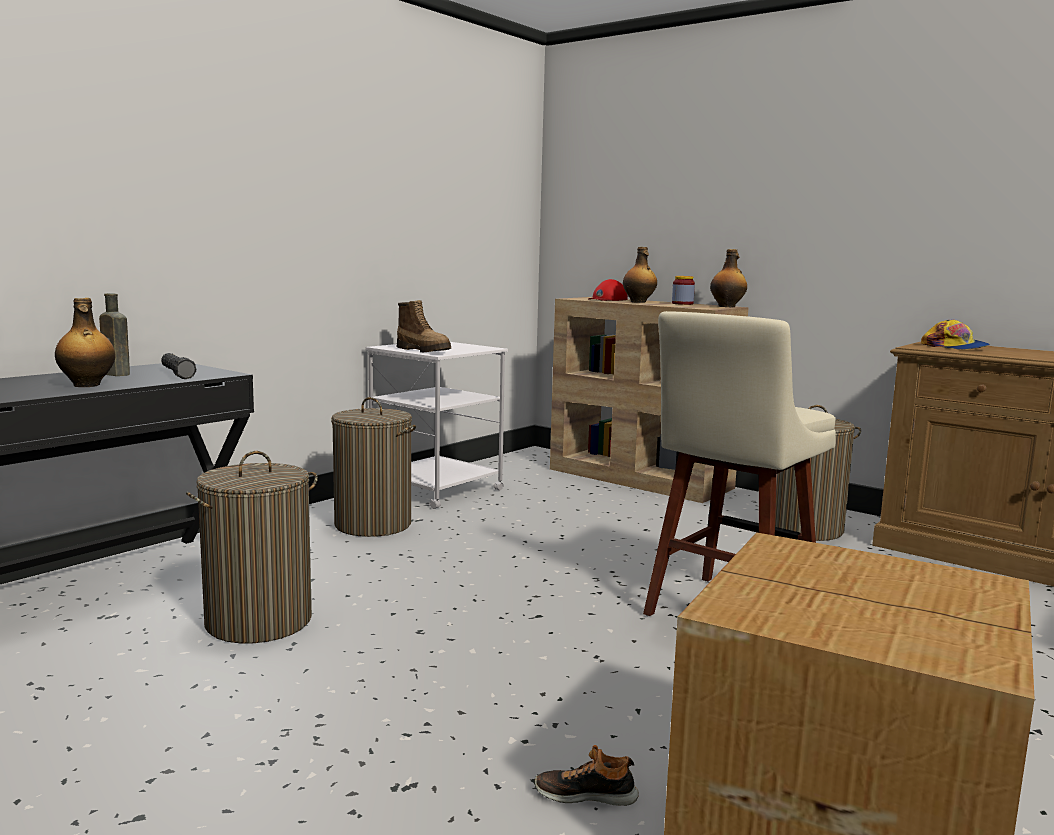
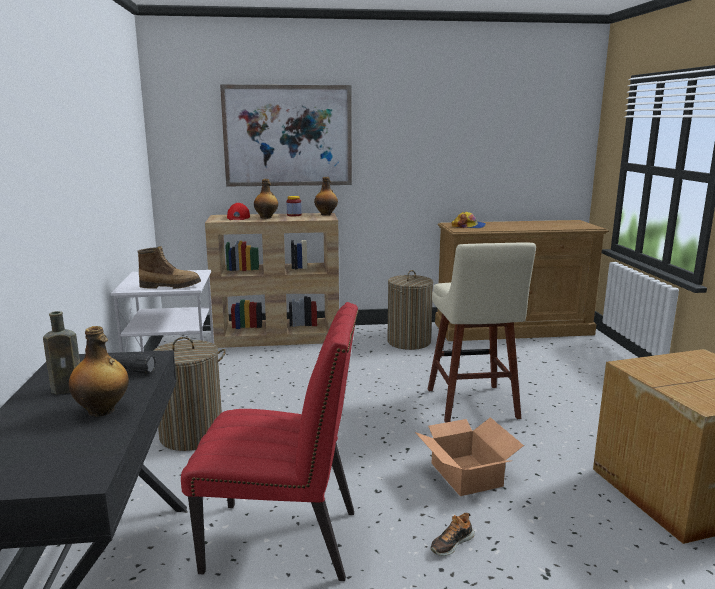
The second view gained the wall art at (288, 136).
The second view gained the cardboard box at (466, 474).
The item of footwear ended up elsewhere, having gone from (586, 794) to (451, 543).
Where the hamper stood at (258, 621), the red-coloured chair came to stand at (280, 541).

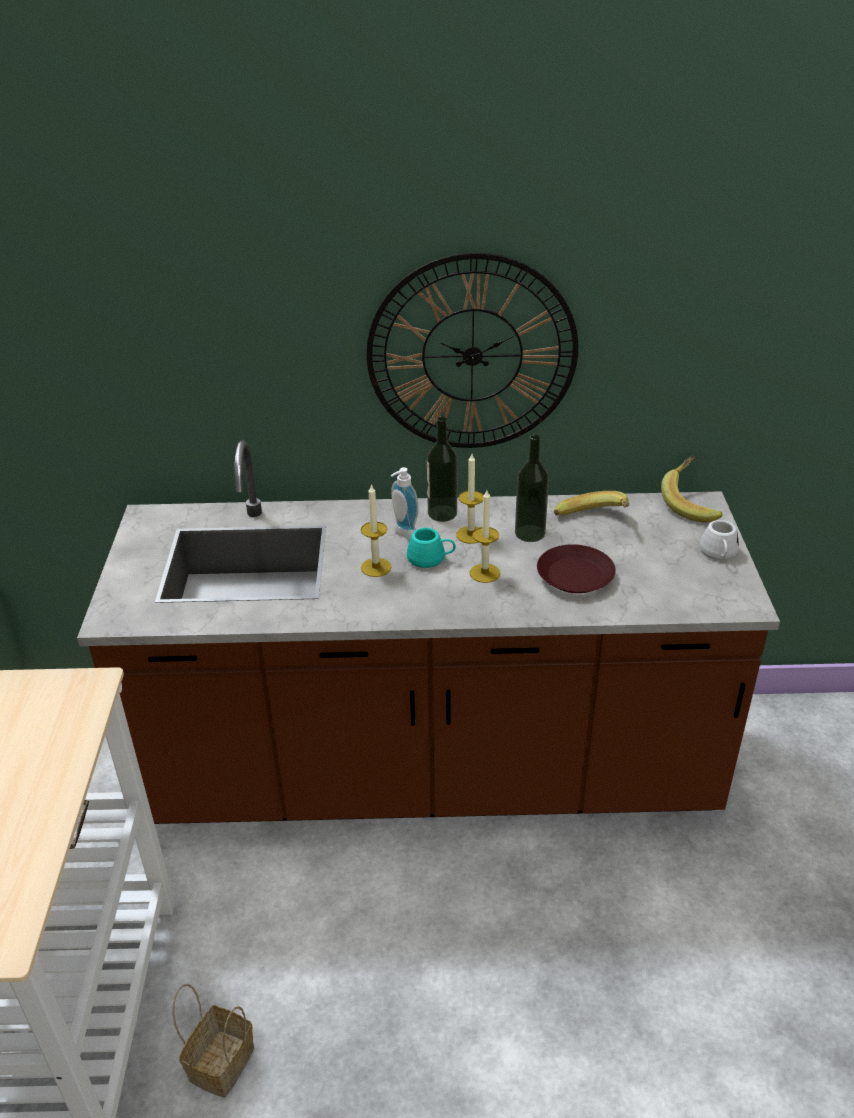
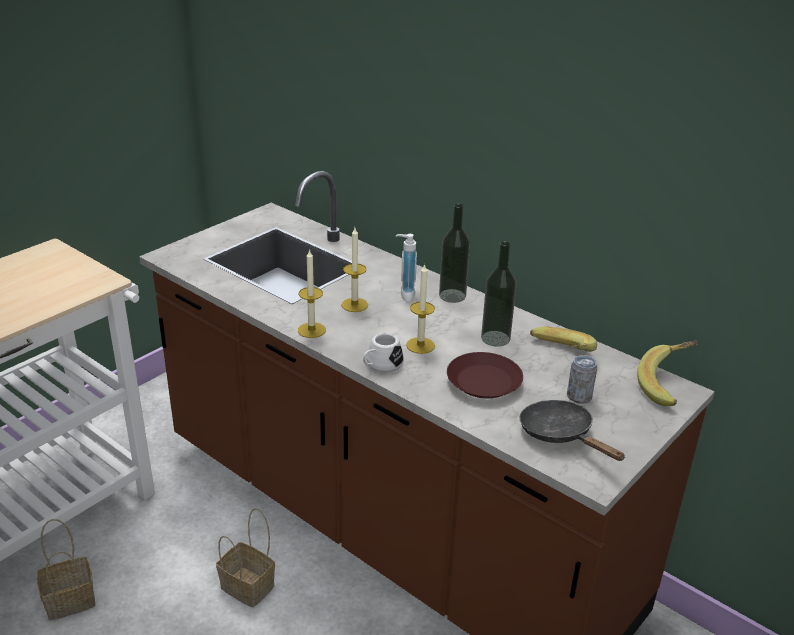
The second view lost the wall clock at (472, 355).
The second view lost the turquoise tea mug at (431, 558).
The second view gained the storage basket at (249, 587).
The second view gained the black pan at (560, 435).
The second view gained the metal can at (579, 397).
The wax candle ended up elsewhere, having gone from (470, 535) to (311, 330).
The whitish tea mug ended up elsewhere, having gone from (718, 553) to (381, 365).

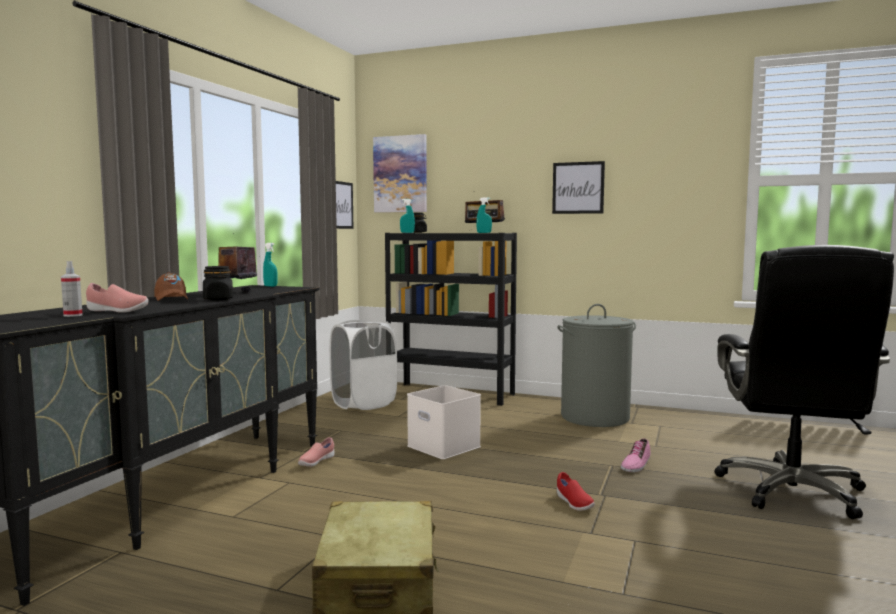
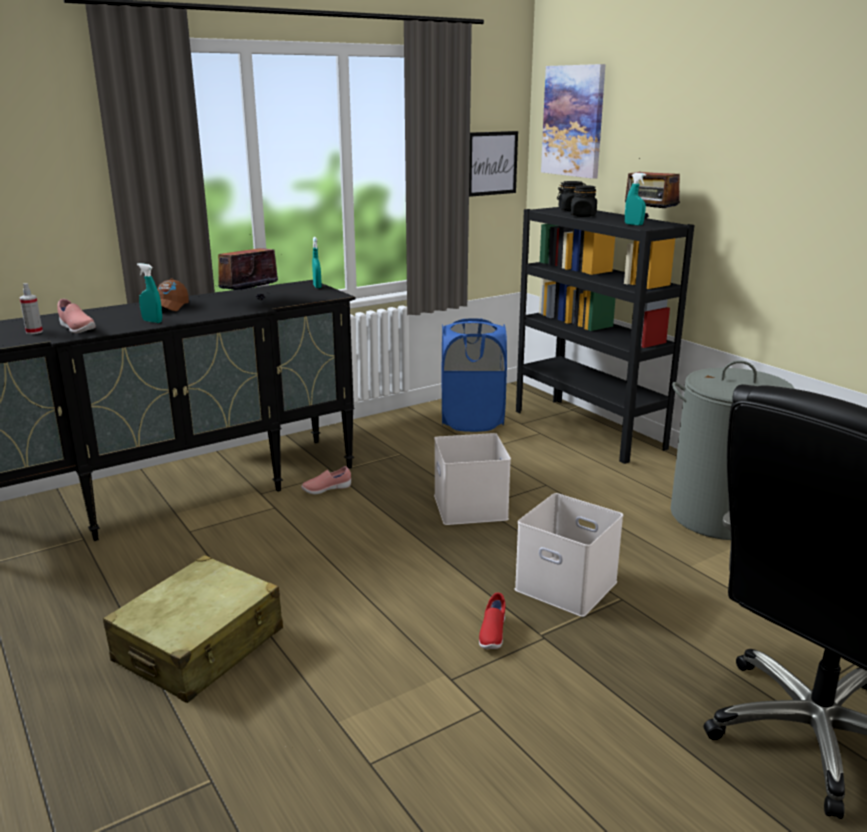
The second view lost the wall art at (578, 188).
The second view lost the item of footwear at (635, 464).
The second view gained the whitish storage box at (568, 585).
The black preserve jar ended up elsewhere, having gone from (218, 299) to (583, 215).
The turquoise hand sprayer ended up elsewhere, having gone from (407, 232) to (152, 321).
What was the whitish hamper at (363, 403) turned into the blue-coloured hamper at (472, 421).

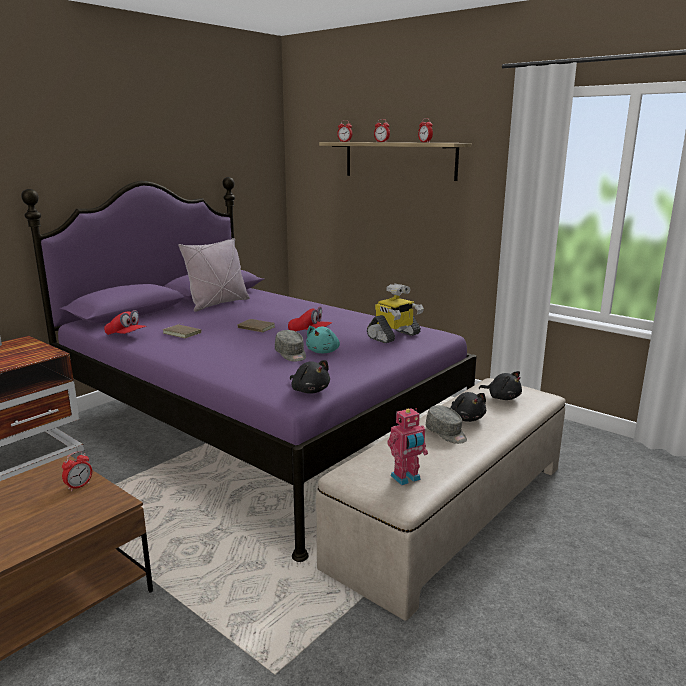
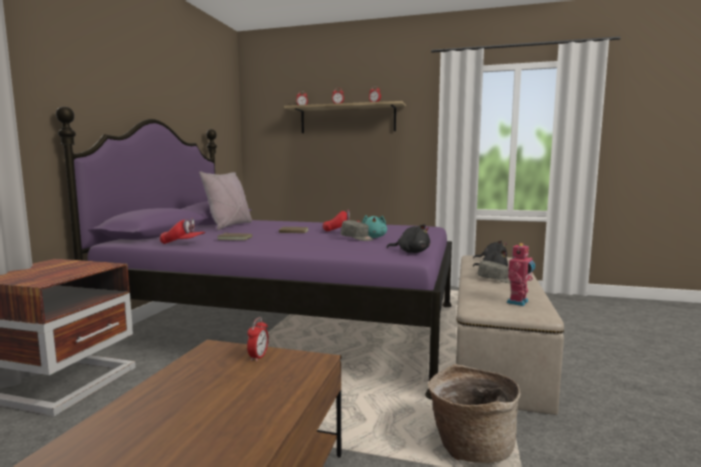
The second view lost the toy robot at (394, 336).
The second view gained the storage basket at (470, 445).

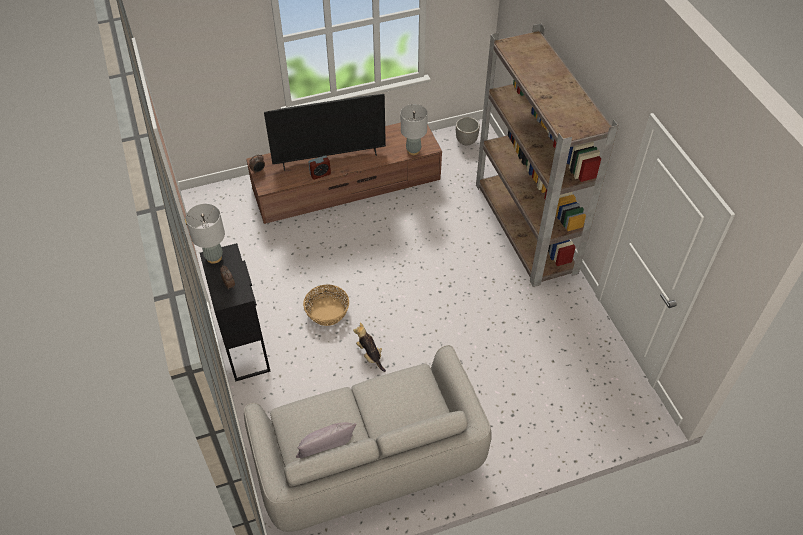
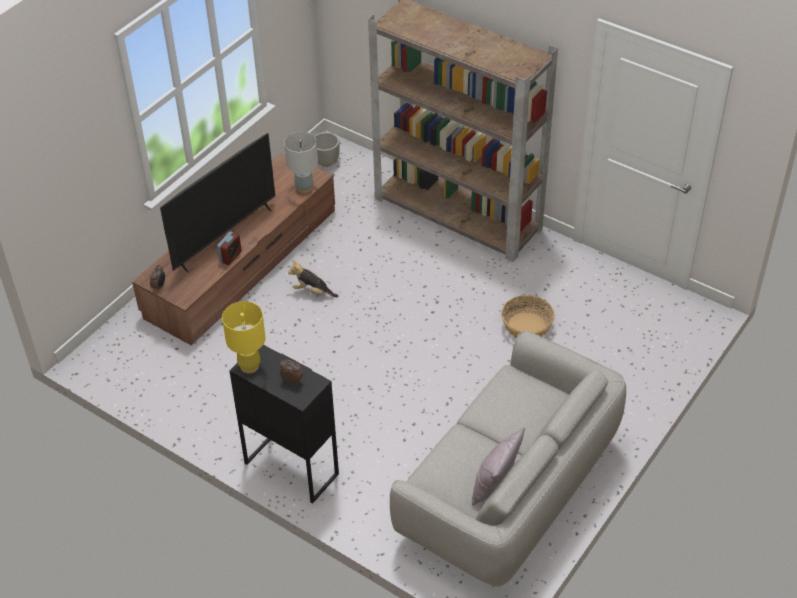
The storage basket ended up elsewhere, having gone from (327, 312) to (527, 326).
The cuddly toy ended up elsewhere, having gone from (370, 355) to (313, 292).
What was the grey table lamp at (214, 257) turned into the yellowish table lamp at (249, 366).

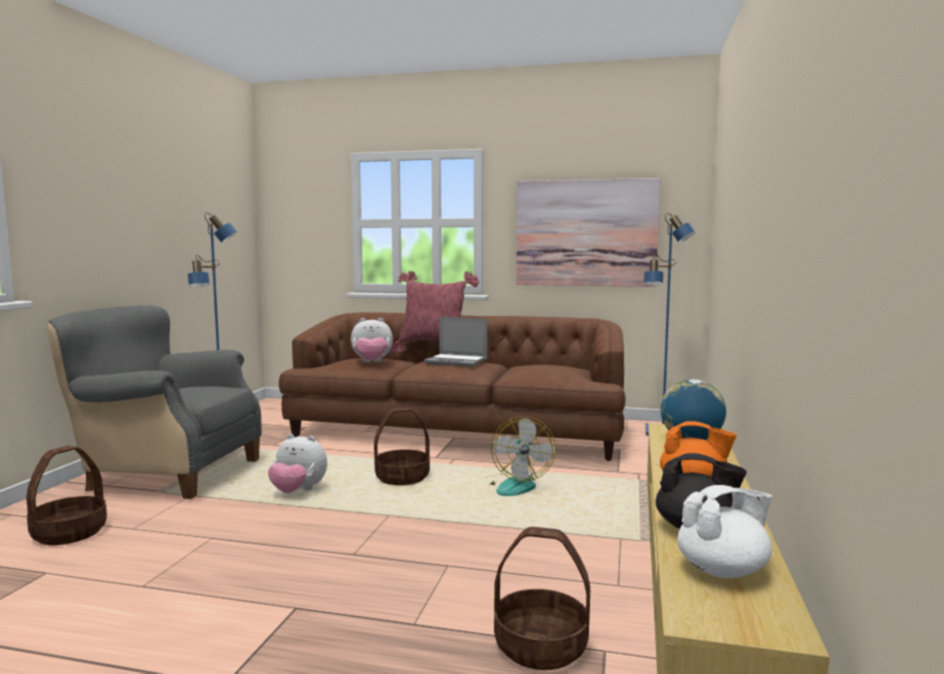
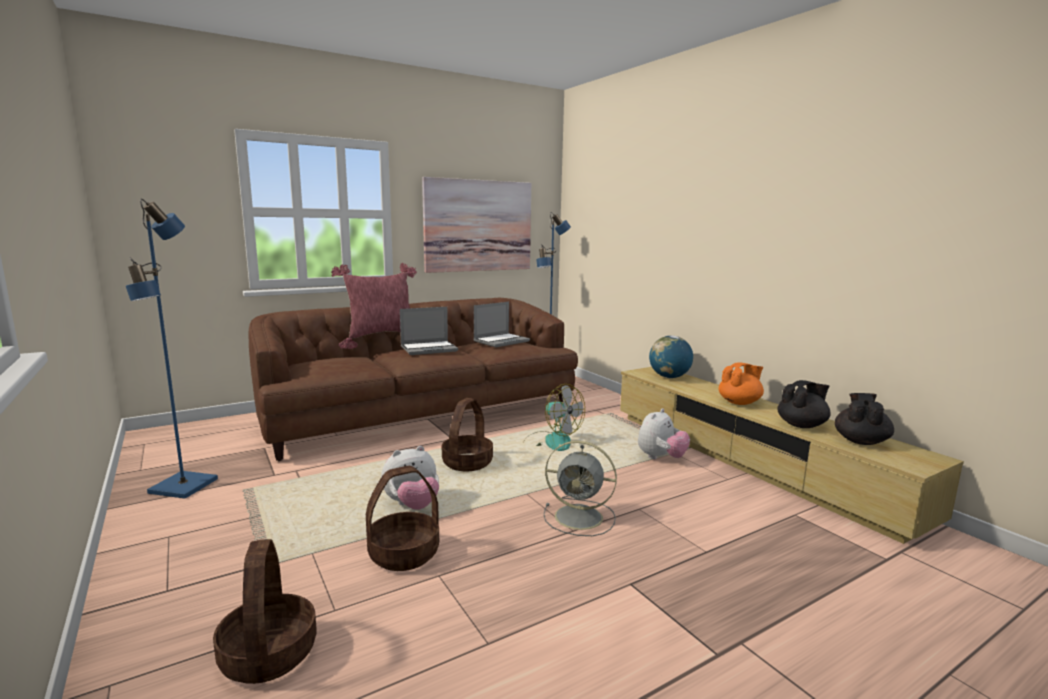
The second view lost the grey armchair at (166, 473).
The second view gained the notebook computer at (501, 341).
The second view gained the grey cooling fan at (581, 517).
The cuddly toy ended up elsewhere, having gone from (372, 362) to (661, 458).
The storage basket ended up elsewhere, having gone from (541, 646) to (404, 553).
What was the whitish teapot at (723, 570) turned into the black teapot at (860, 441).

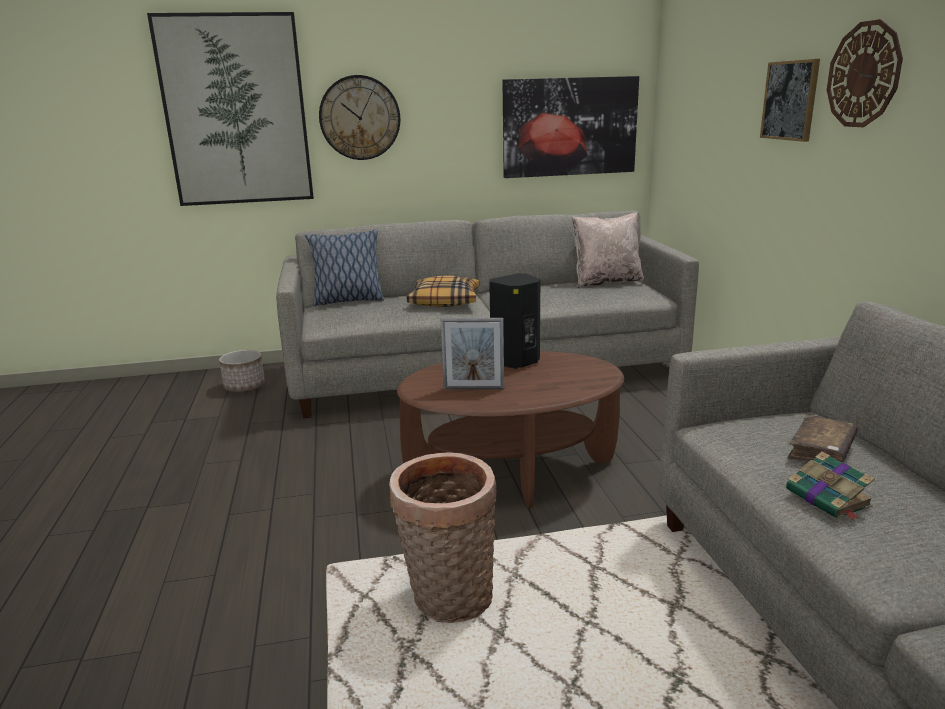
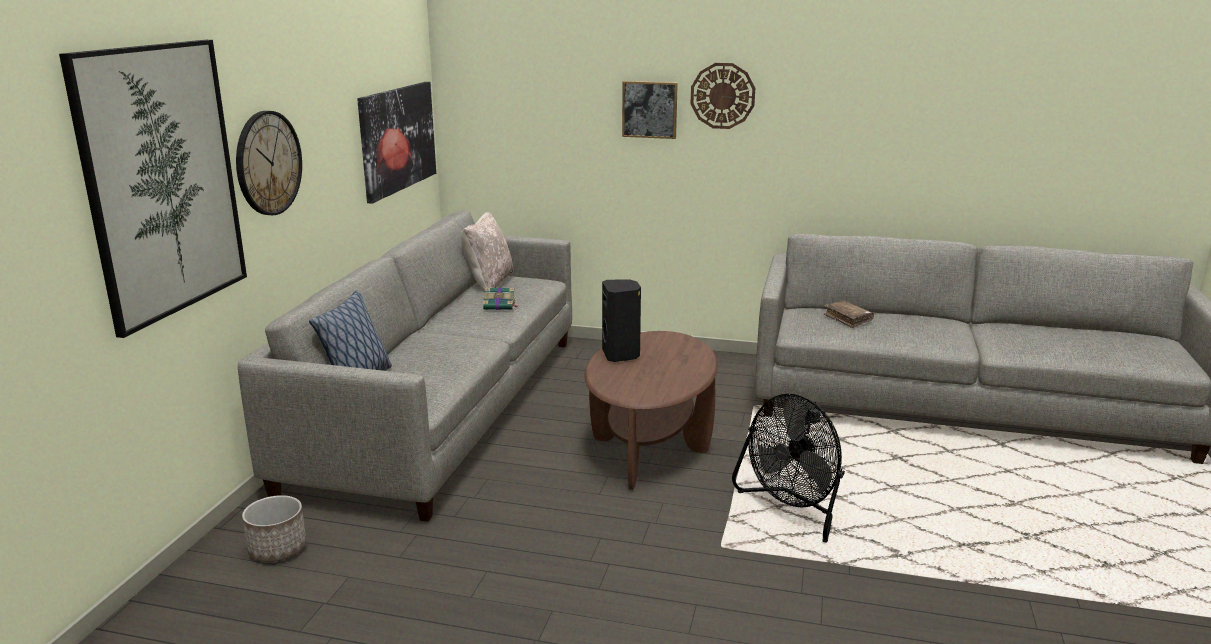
The second view lost the pillow at (444, 301).
The second view lost the picture frame at (473, 388).
The volume ended up elsewhere, having gone from (829, 499) to (500, 306).
Where the storage basket stood at (448, 599), the black cooling fan came to stand at (793, 507).

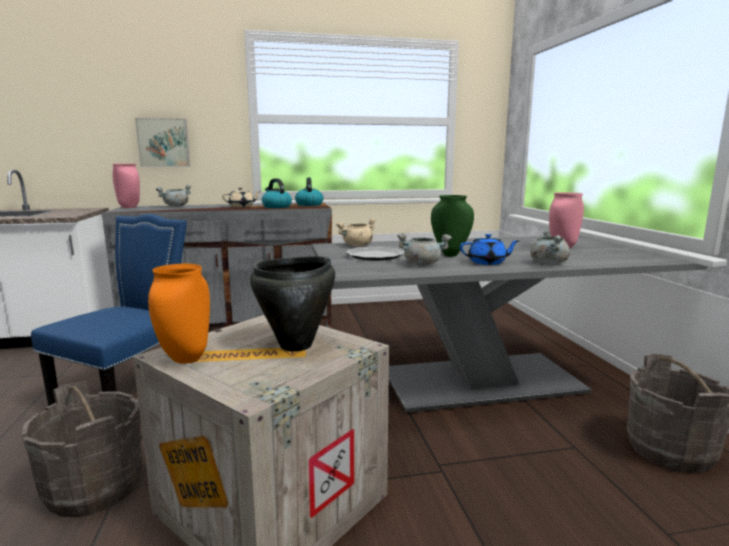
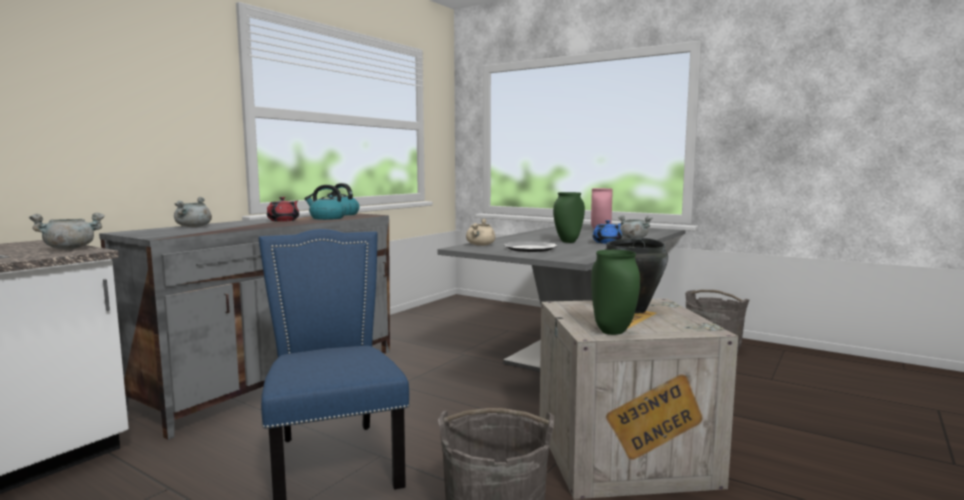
The second view lost the pinkish flower vase at (128, 207).
The second view lost the wall art at (163, 143).
The grey stockpot ended up elsewhere, having gone from (422, 264) to (70, 248).
What was the orange flower vase at (186, 359) turned into the green-coloured flower vase at (614, 332).
What was the sand-coloured teapot at (242, 206) turned into the red-coloured teapot at (284, 220).

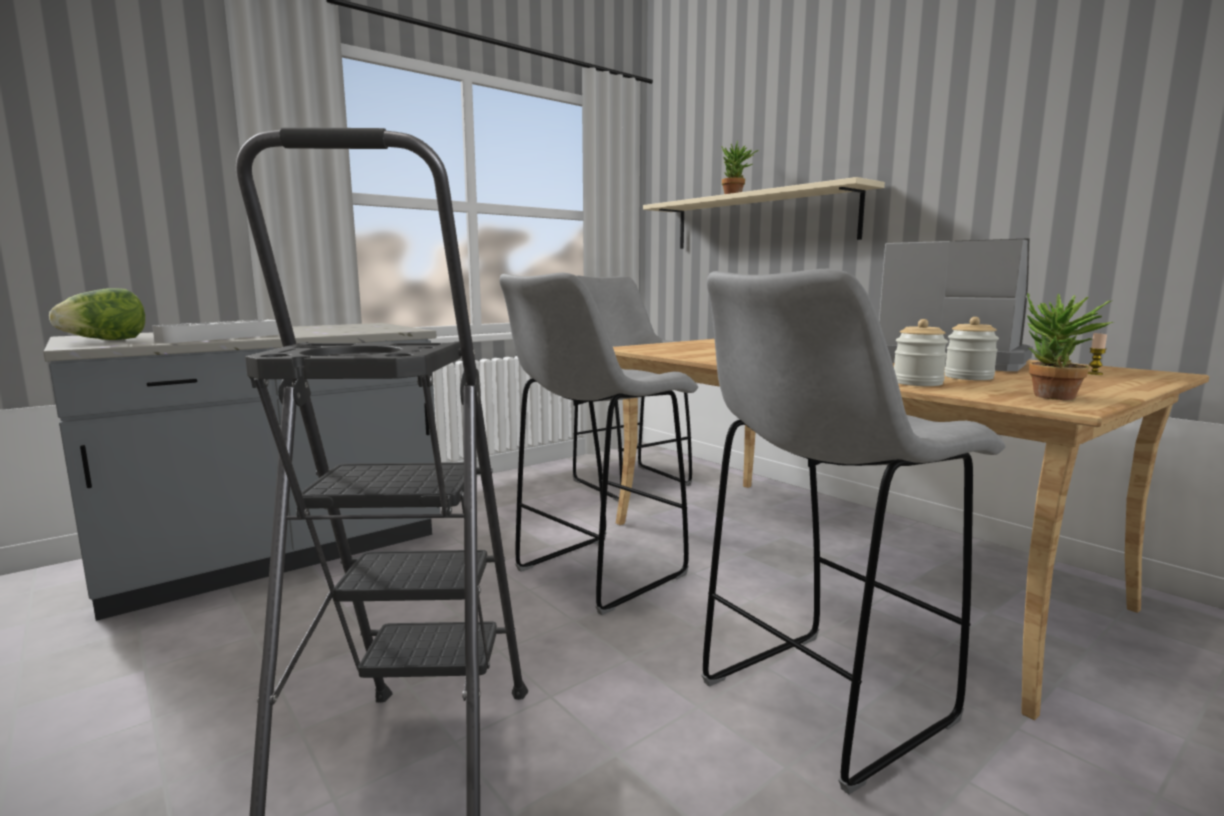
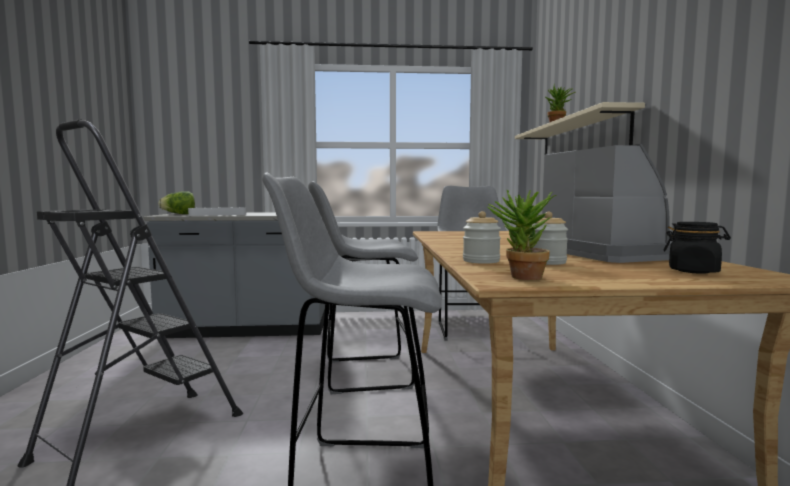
Where the wax candle stood at (1094, 373), the black preserve jar came to stand at (693, 271).

